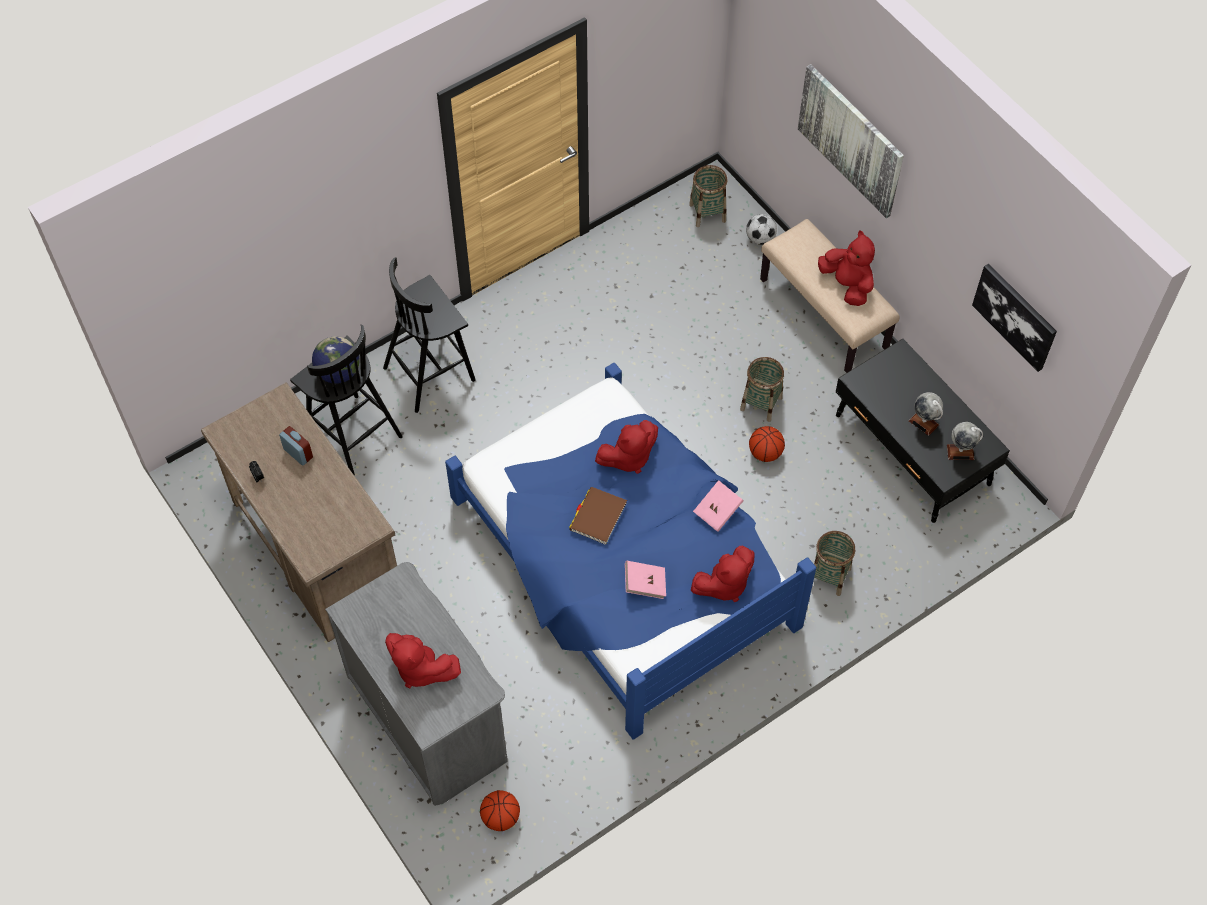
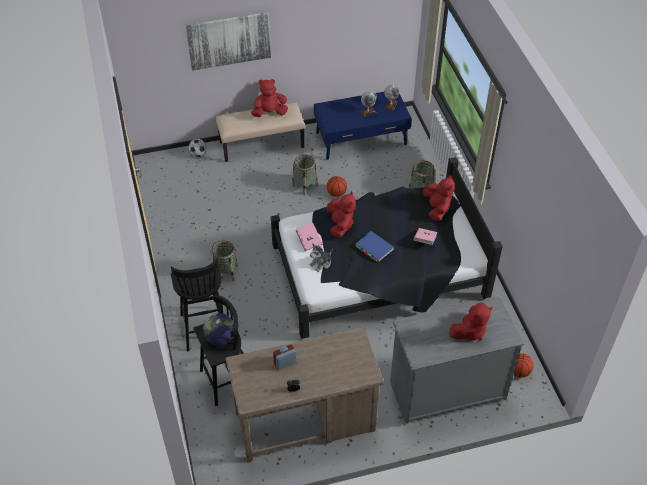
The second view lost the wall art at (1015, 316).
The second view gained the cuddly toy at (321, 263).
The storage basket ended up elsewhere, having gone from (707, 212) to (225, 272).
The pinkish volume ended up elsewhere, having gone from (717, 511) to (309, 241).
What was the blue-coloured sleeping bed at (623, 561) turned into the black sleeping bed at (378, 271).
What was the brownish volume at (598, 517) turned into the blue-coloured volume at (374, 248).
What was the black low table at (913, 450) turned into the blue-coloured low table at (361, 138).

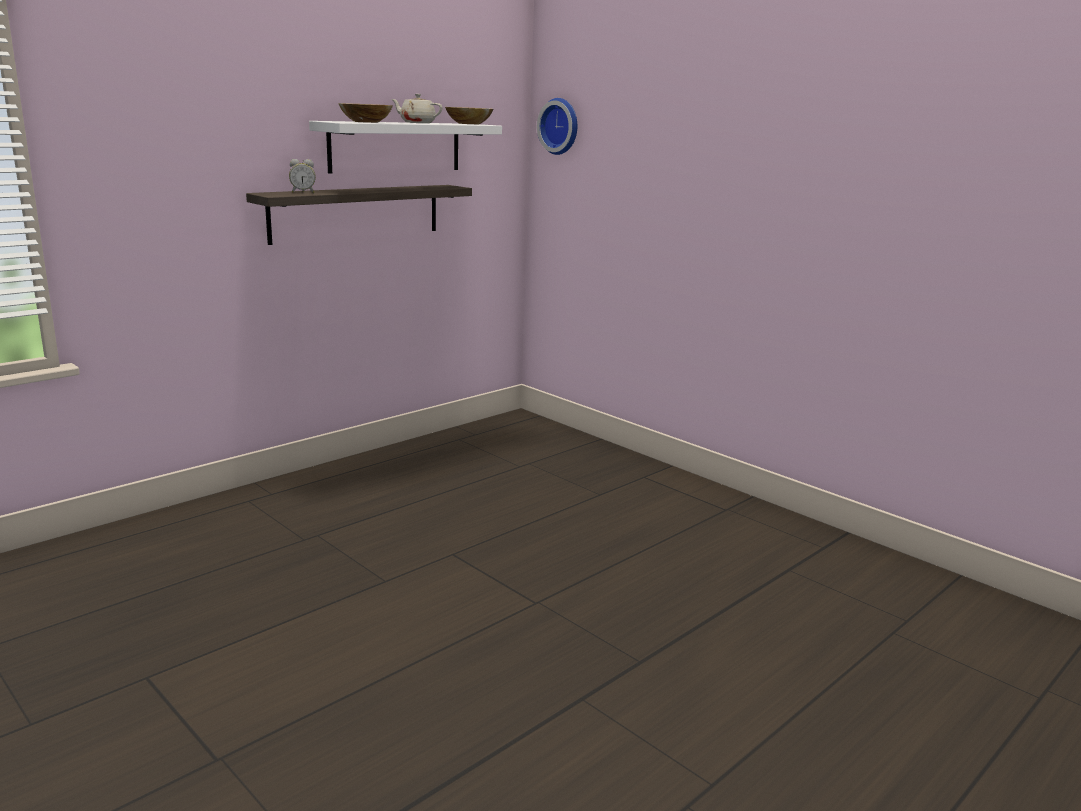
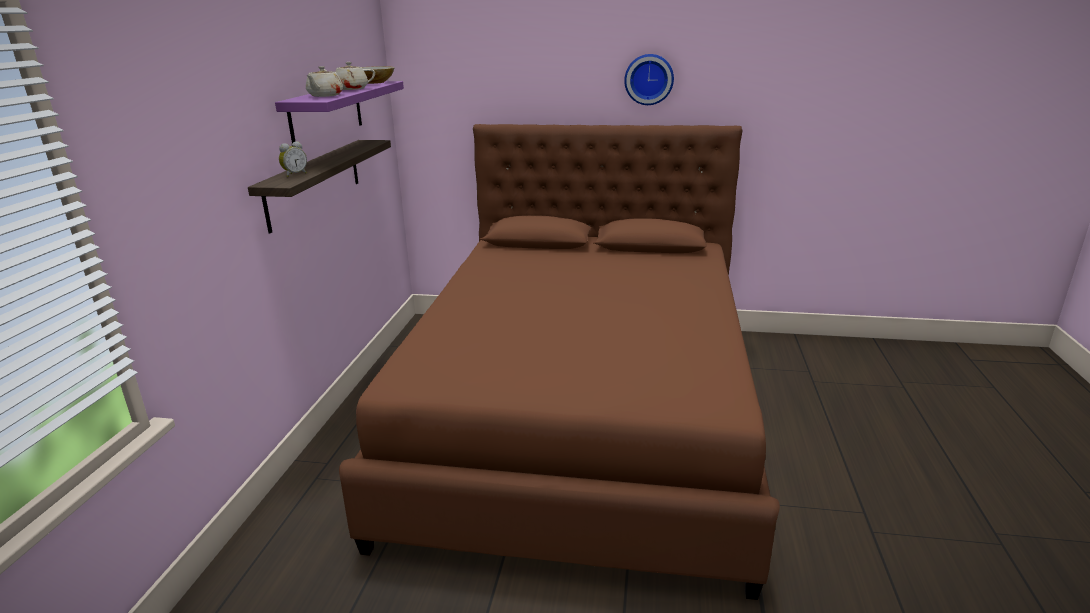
The second view gained the brownish sleeping bed at (583, 416).
The wall clock ended up elsewhere, having gone from (561, 126) to (649, 79).
Where the serving bowl stood at (366, 122), the sand-coloured teapot came to stand at (325, 95).
What was the whitish bracket shelf at (395, 147) turned into the purple bracket shelf at (326, 113).

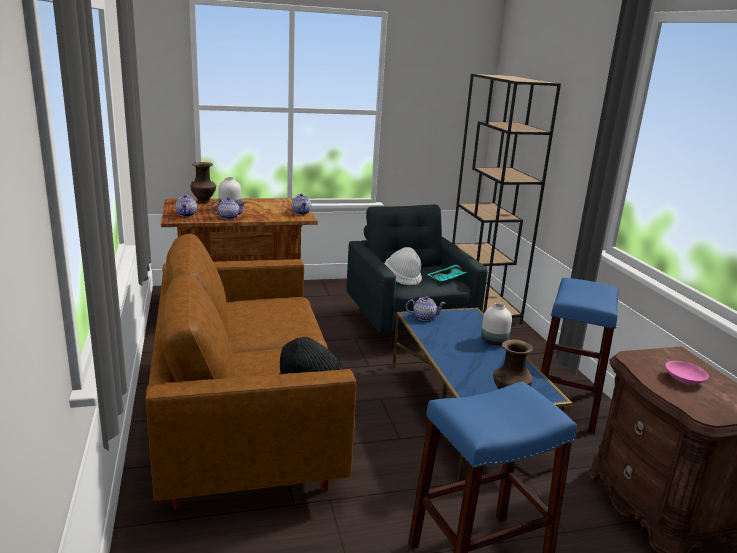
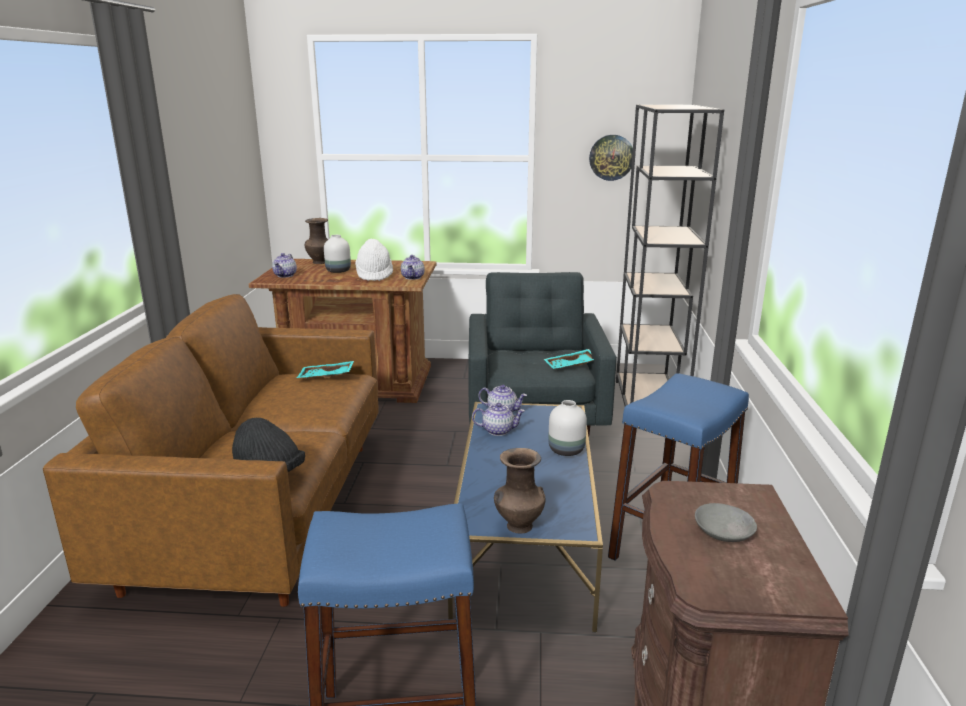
The second view gained the turquoise tray at (326, 377).
The second view gained the wall clock at (611, 157).
The teapot ended up elsewhere, having gone from (228, 217) to (498, 430).
The whitish clothing hat ended up elsewhere, having gone from (403, 278) to (374, 275).
What was the pinkish serving bowl at (685, 379) turned into the grey serving bowl at (724, 533).

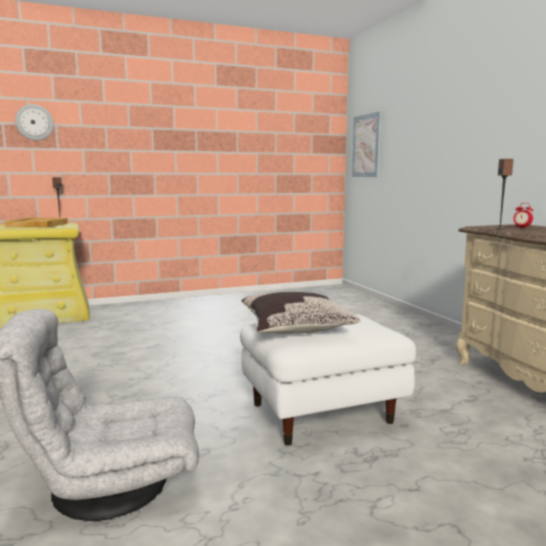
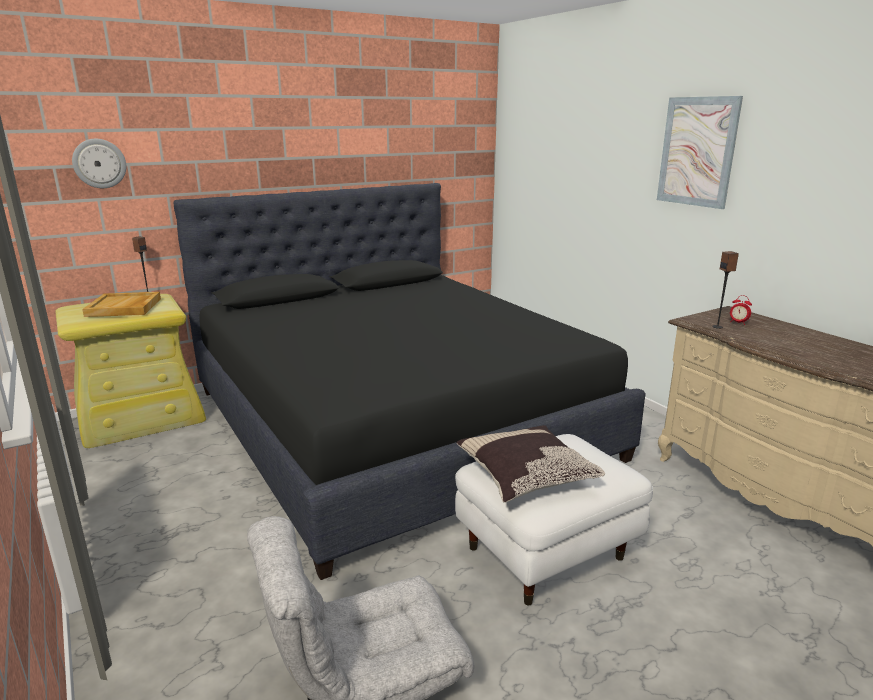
The second view gained the black sleeping bed at (395, 423).
The wall art ended up elsewhere, having gone from (366, 146) to (697, 152).

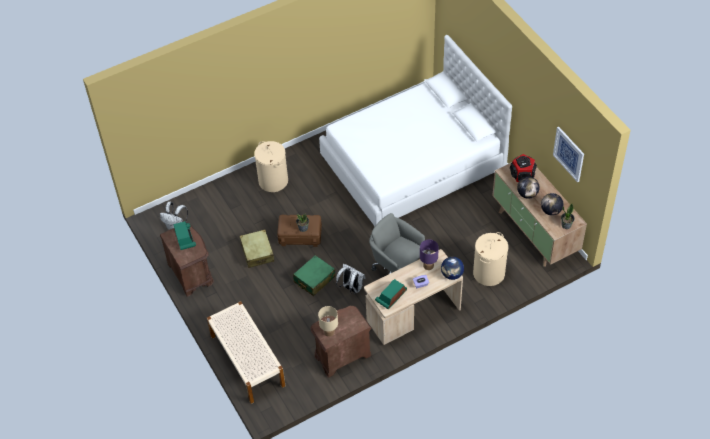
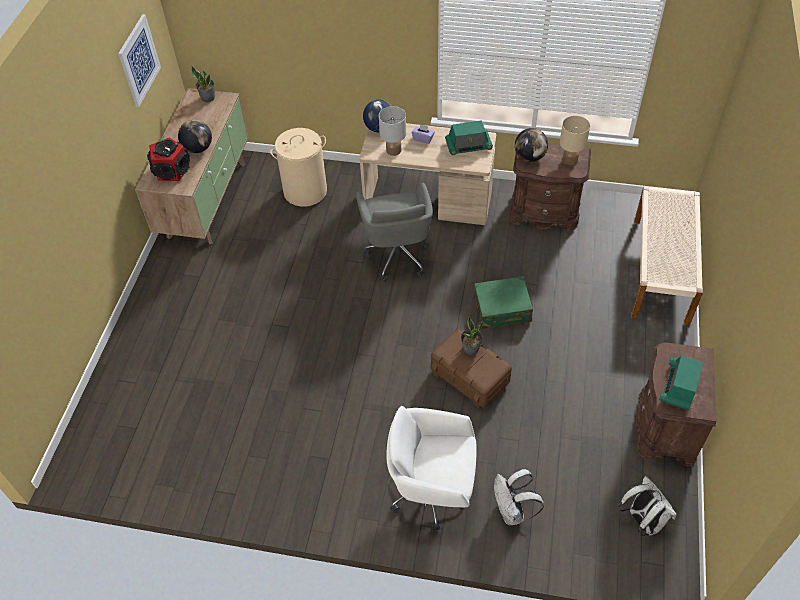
The second view lost the sand-coloured piece of luggage at (257, 252).
The second view lost the whitish sleeping bed at (413, 164).
The whitish backpack ended up elsewhere, having gone from (351, 288) to (512, 512).
The desk globe ended up elsewhere, having gone from (550, 211) to (529, 157).
Where the sand-coloured hamper stood at (273, 181), the whitish desk chair came to stand at (432, 492).
What was the purple table lamp at (428, 265) turned into the grey table lamp at (393, 150).

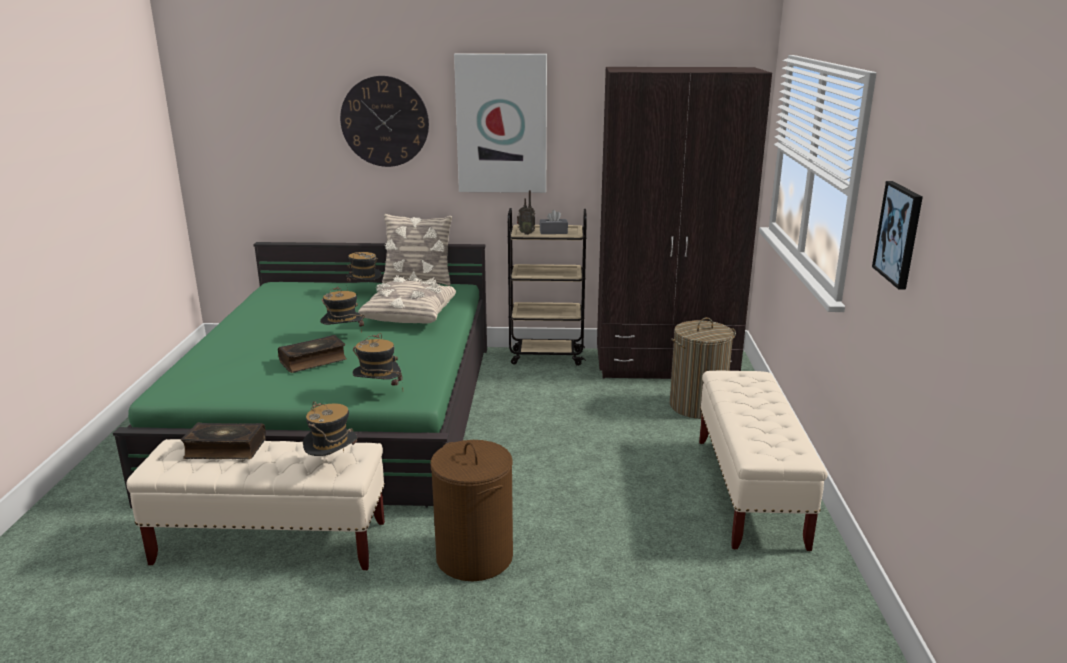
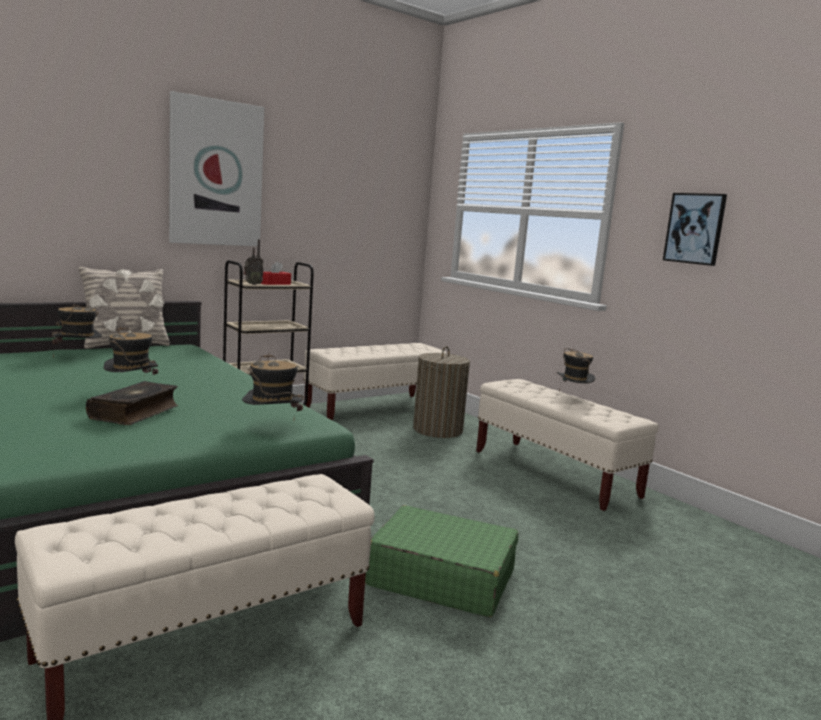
The second view lost the volume at (225, 449).
The second view lost the wall clock at (384, 121).
The second view lost the sand-coloured pillow at (409, 317).
The clothing hat ended up elsewhere, having gone from (333, 466) to (572, 397).
Where the brownish hamper stood at (474, 557), the green-coloured piece of luggage came to stand at (441, 578).
Where the brownish clothes cupboard stood at (665, 366), the sand-coloured indoor bench came to stand at (374, 408).
What was the grey tissue box at (553, 232) turned into the red-coloured tissue box at (275, 284).

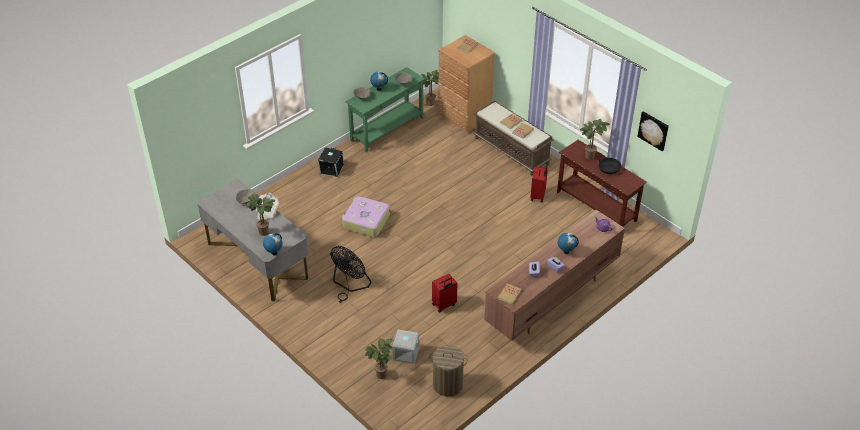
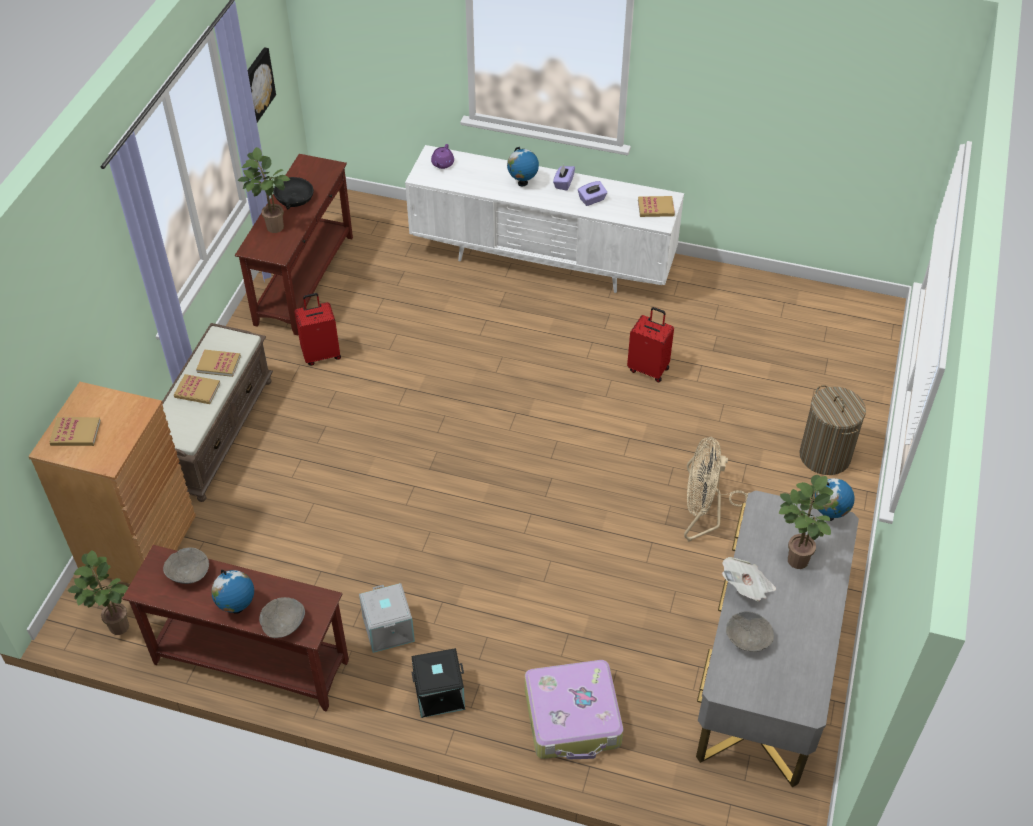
The second view lost the plant in a pot at (381, 376).
The piece of luggage ended up elsewhere, having gone from (365, 221) to (573, 718).
The grey storage box ended up elsewhere, having gone from (405, 354) to (389, 629).
The hamper ended up elsewhere, having gone from (447, 384) to (824, 455).
What was the black cooling fan at (347, 284) turned into the sand-coloured cooling fan at (707, 506).
What was the green-coloured console table at (387, 129) turned into the brownish console table at (250, 662).
What was the brownish storage cabinet at (552, 300) turned into the whitish storage cabinet at (544, 262).

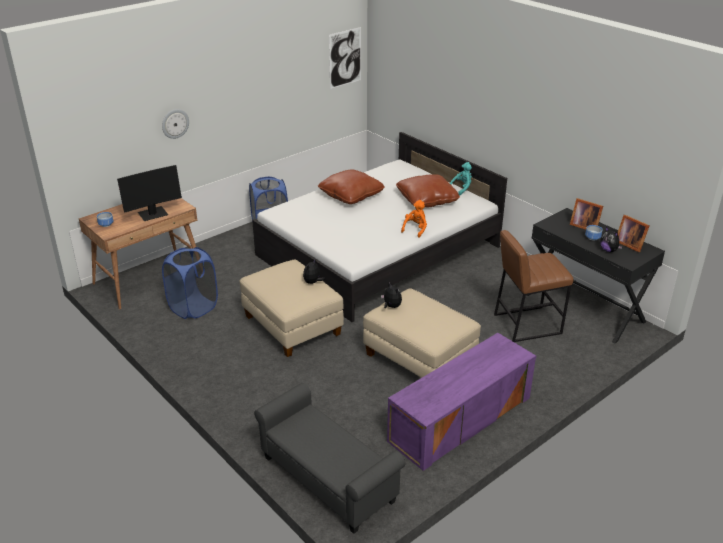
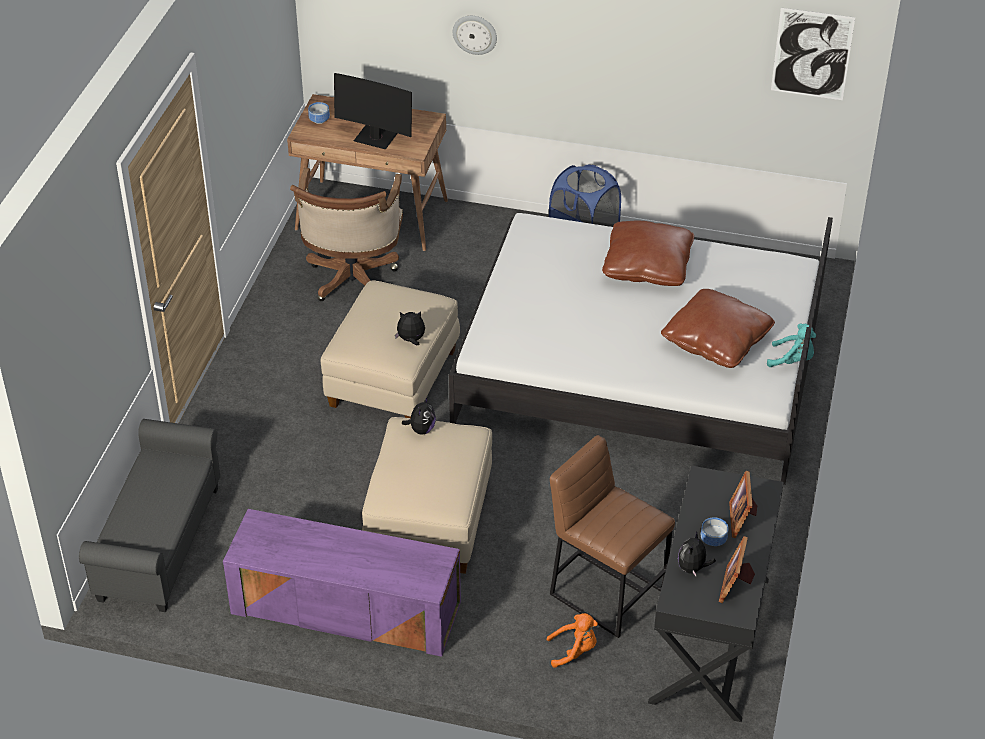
The orange cuddly toy ended up elsewhere, having gone from (415, 229) to (574, 651).
Where the blue-coloured hamper stood at (193, 308), the desk chair came to stand at (352, 281).

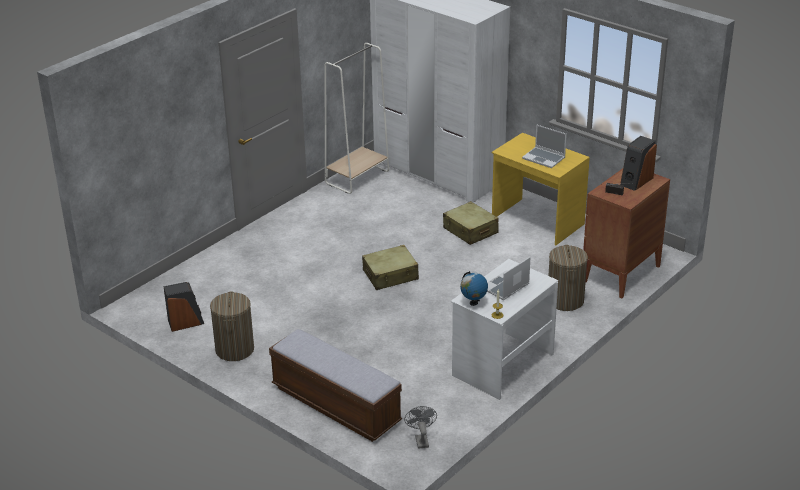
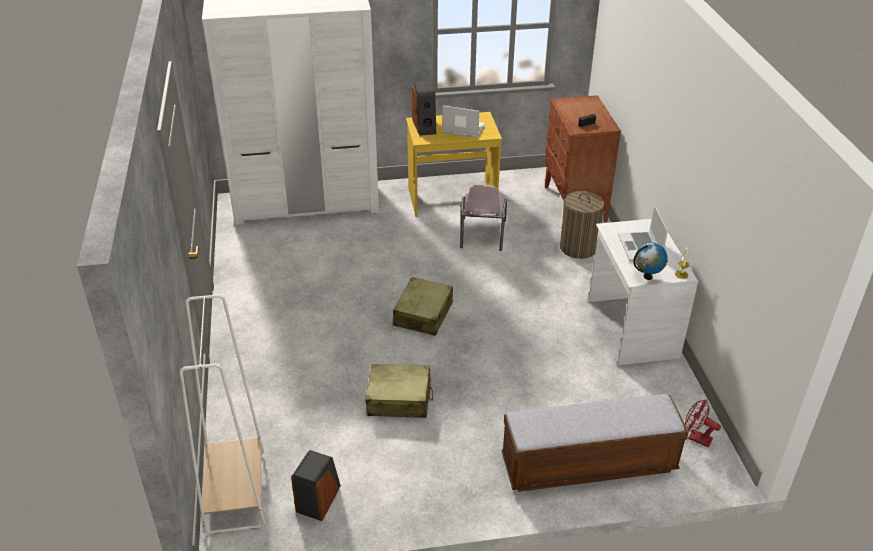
The second view lost the hamper at (234, 349).
The second view gained the pinkish chair at (482, 234).
The garment stand ended up elsewhere, having gone from (357, 178) to (236, 493).
The sand-coloured piece of luggage ended up elsewhere, having gone from (470, 231) to (399, 399).
The audio speaker ended up elsewhere, having gone from (636, 181) to (425, 126).
What was the grey cooling fan at (421, 440) turned into the red-coloured cooling fan at (696, 438).
The notebook computer at (544, 158) ended up facing another way, 150 degrees counterclockwise from before.

